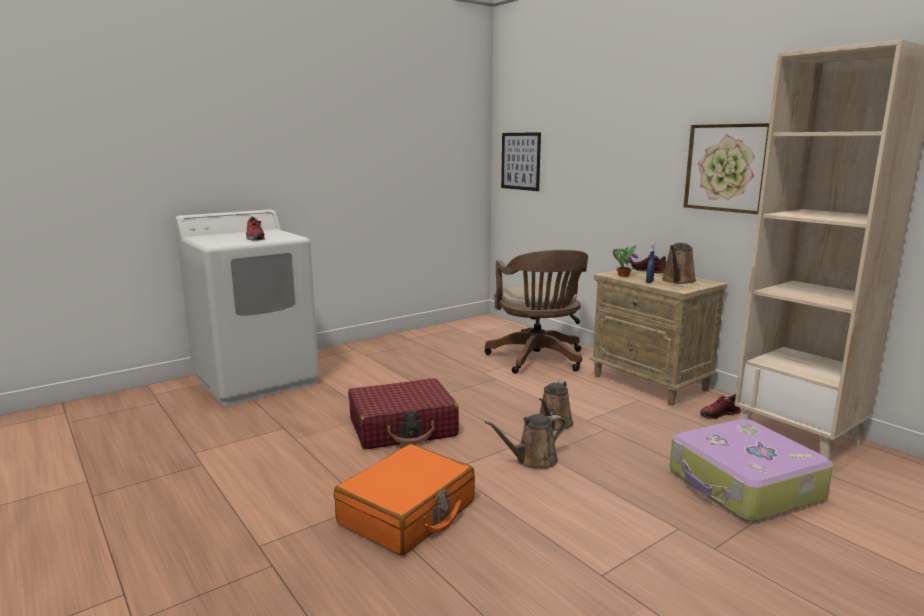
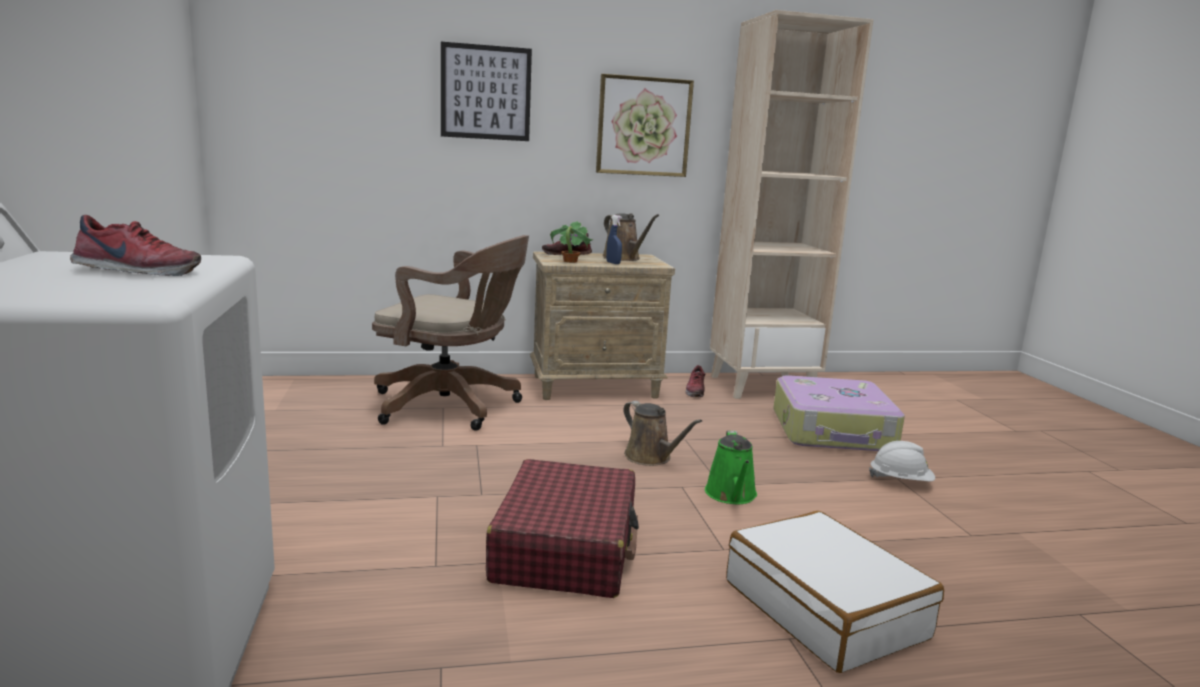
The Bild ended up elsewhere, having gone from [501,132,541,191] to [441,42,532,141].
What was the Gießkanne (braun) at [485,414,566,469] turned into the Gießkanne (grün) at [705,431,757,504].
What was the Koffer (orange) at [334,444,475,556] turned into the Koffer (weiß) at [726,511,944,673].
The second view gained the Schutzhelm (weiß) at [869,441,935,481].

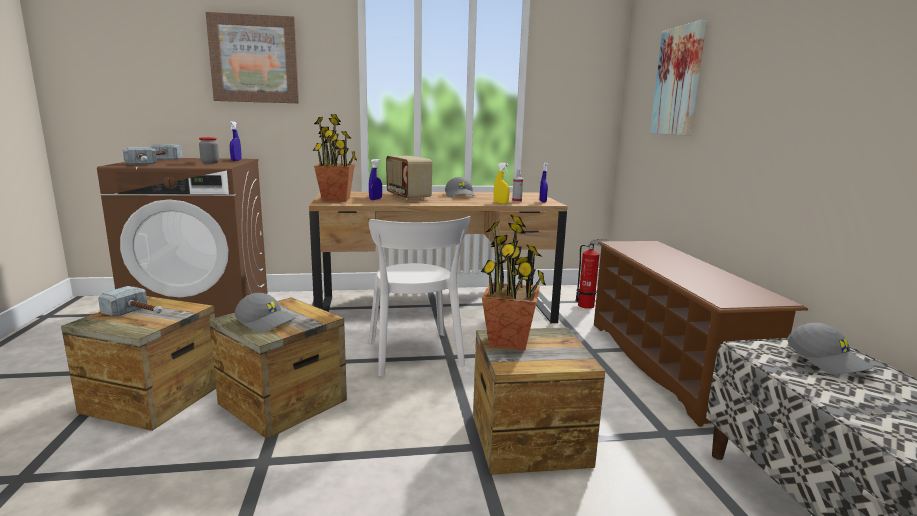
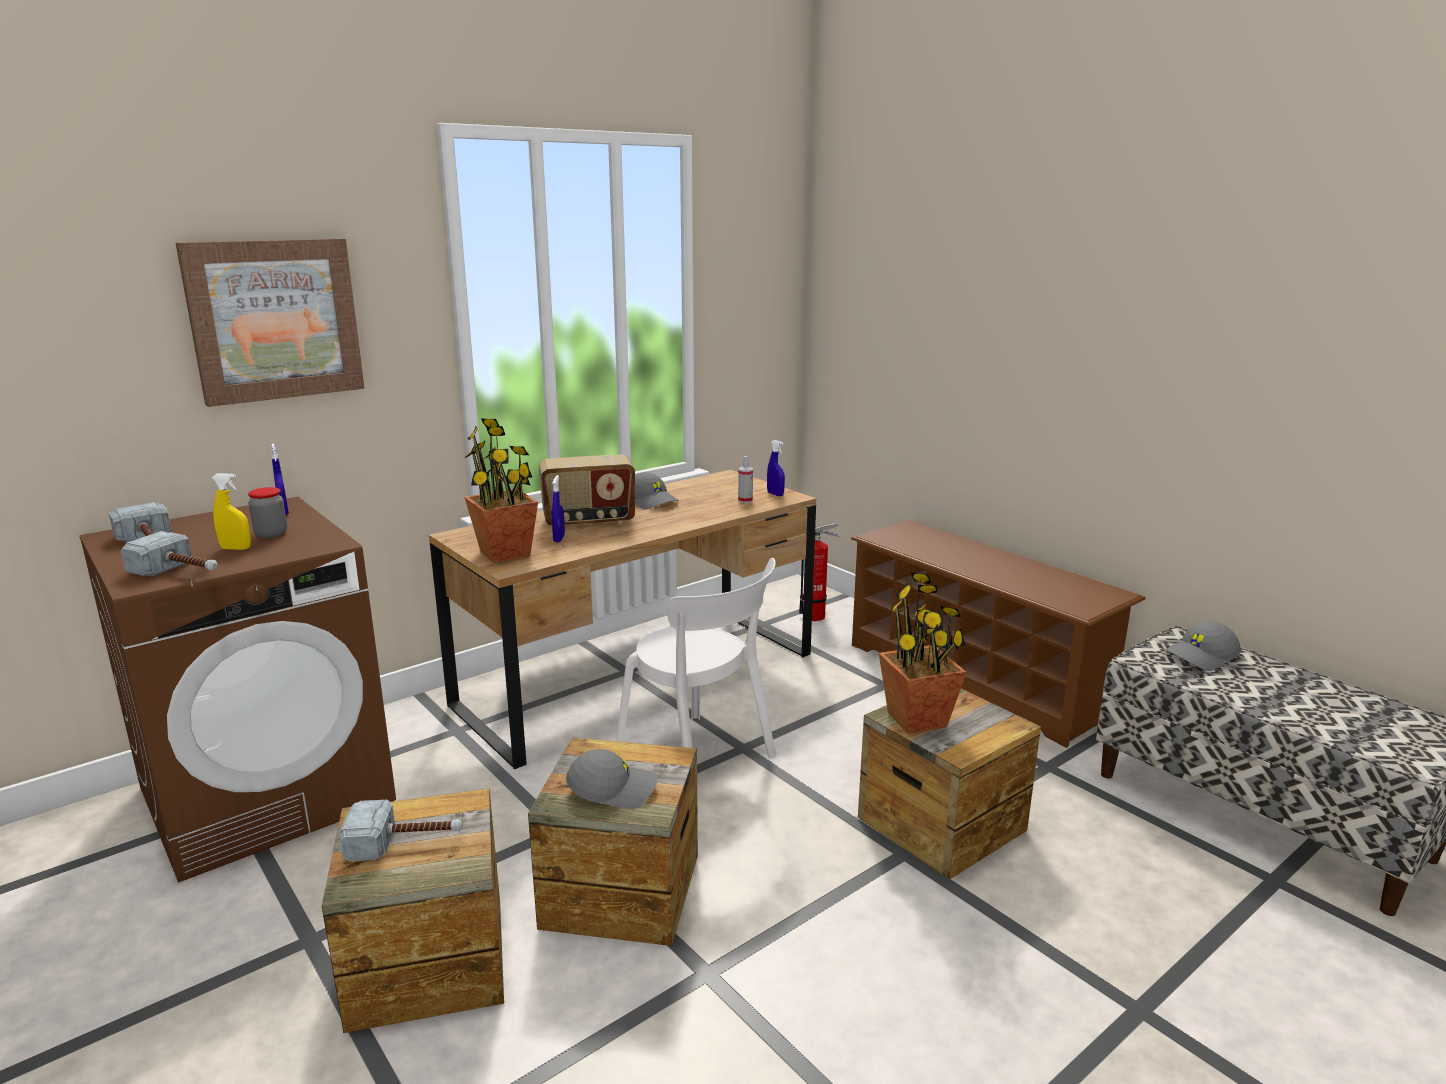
The Sprühflasche (gelb) ended up elsewhere, having gone from [494,163,510,204] to [212,473,251,550].
The Radio at [386,156,432,200] ended up facing another way, 45 degrees counterclockwise from before.
The Kappe (grau) at [787,323,874,375] ended up facing another way, 120 degrees clockwise from before.
The second view lost the Bild at [650,20,707,136].

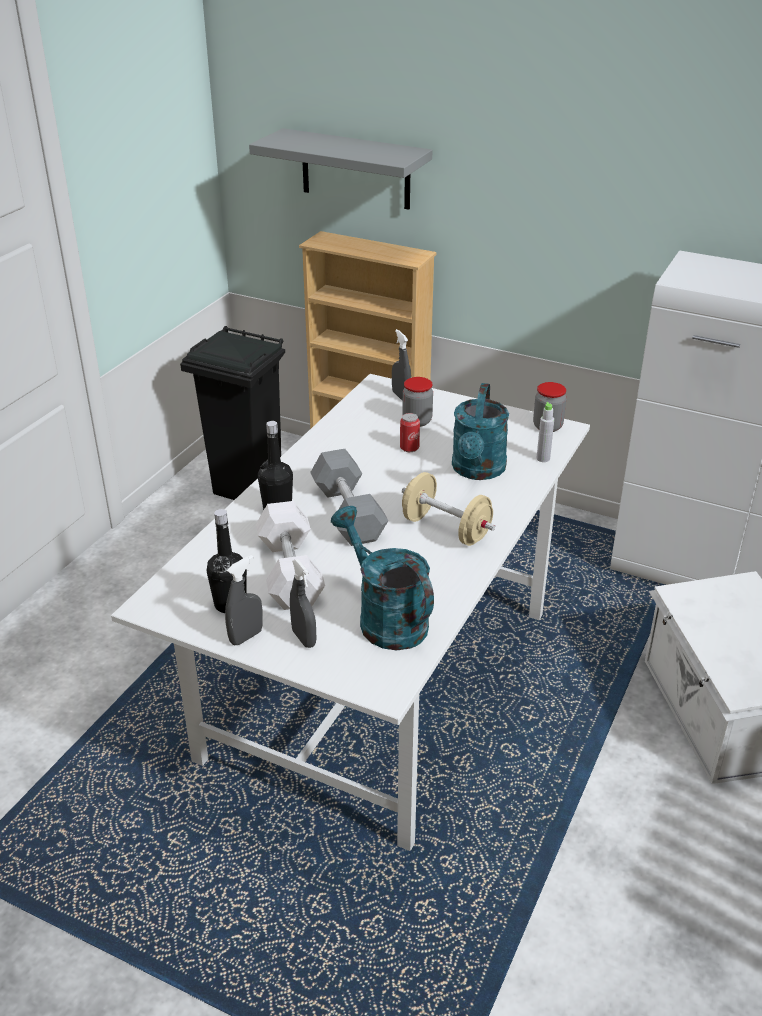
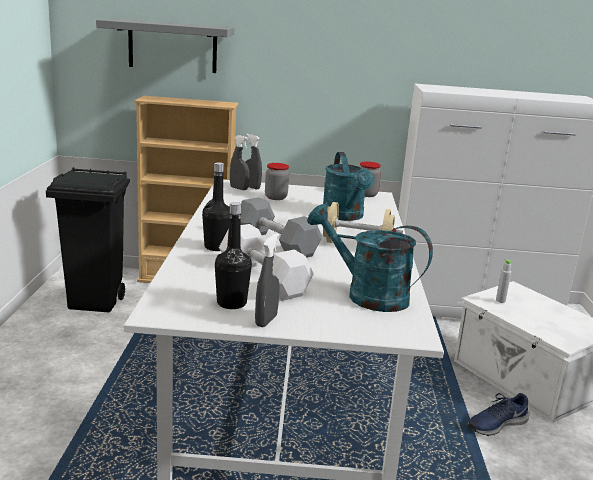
The Sprühflasche (grau) ended up elsewhere, having gone from [290,559,316,648] to [230,135,249,190].
The second view gained the Schuh (blau) at [468,393,530,436].
The Flasche (grau) ended up elsewhere, having gone from [537,402,554,462] to [496,259,511,303].
The second view lost the Dose at [400,413,420,452].

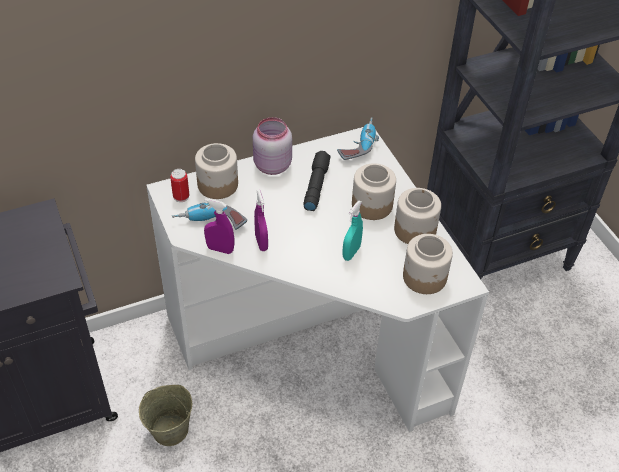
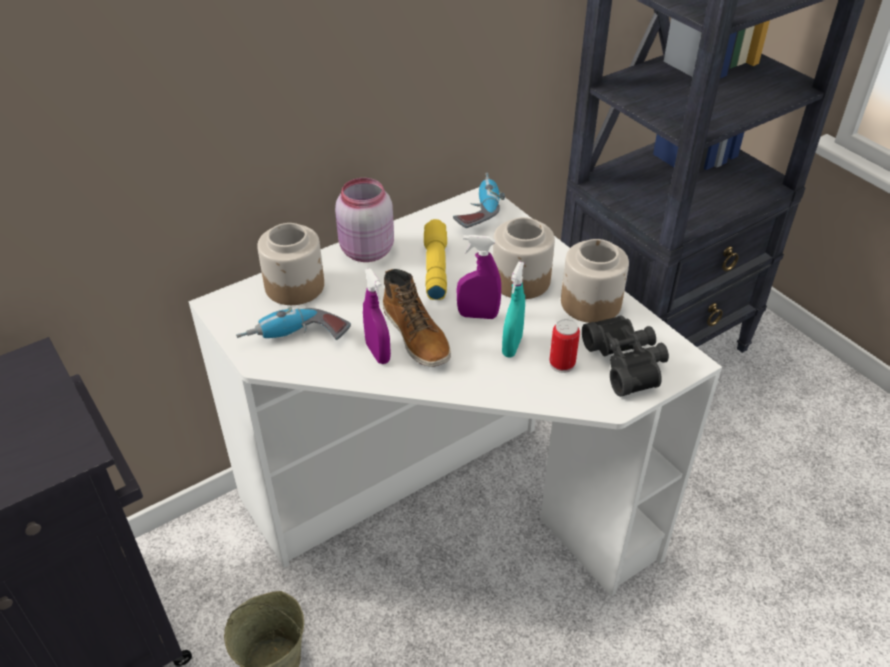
The second view gained the Stiefel at [383,269,451,366].
What was the Taschenlampe (schwarz) at [303,151,331,211] turned into the Taschenlampe (gelb) at [424,219,447,300].
The Sprühflasche (lila) ended up elsewhere, having gone from [204,198,234,254] to [457,235,501,319].
The Dose ended up elsewhere, having gone from [170,169,189,202] to [549,319,580,373].
Where the Vorratsglas stood at [403,234,453,294], the Fernglas (schwarz) came to stand at [582,315,669,397].

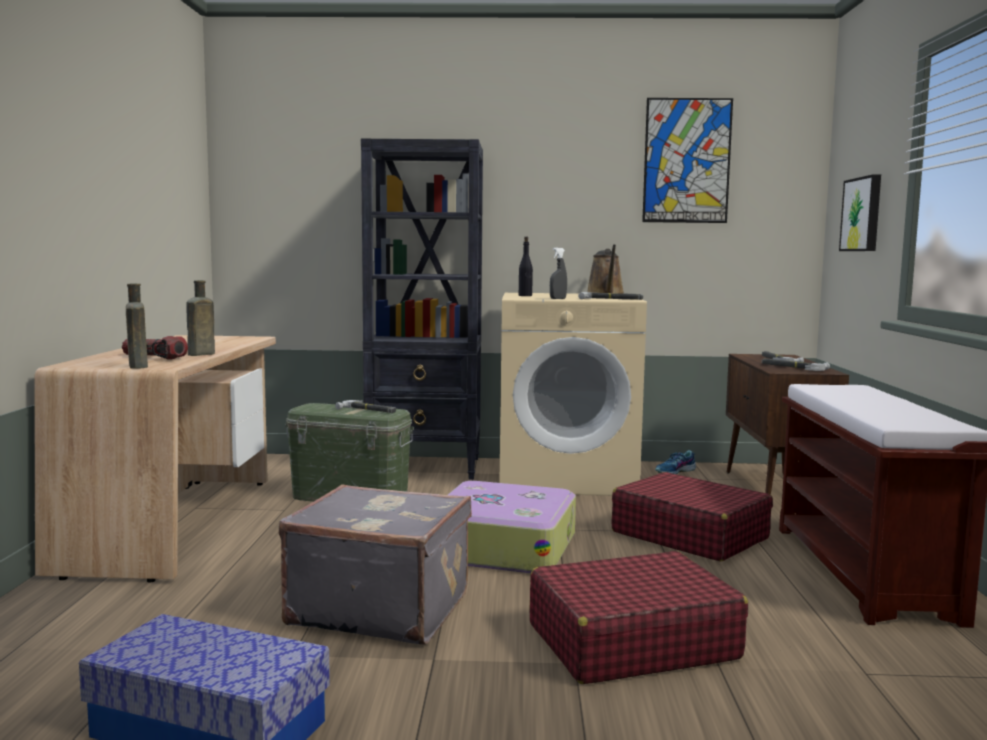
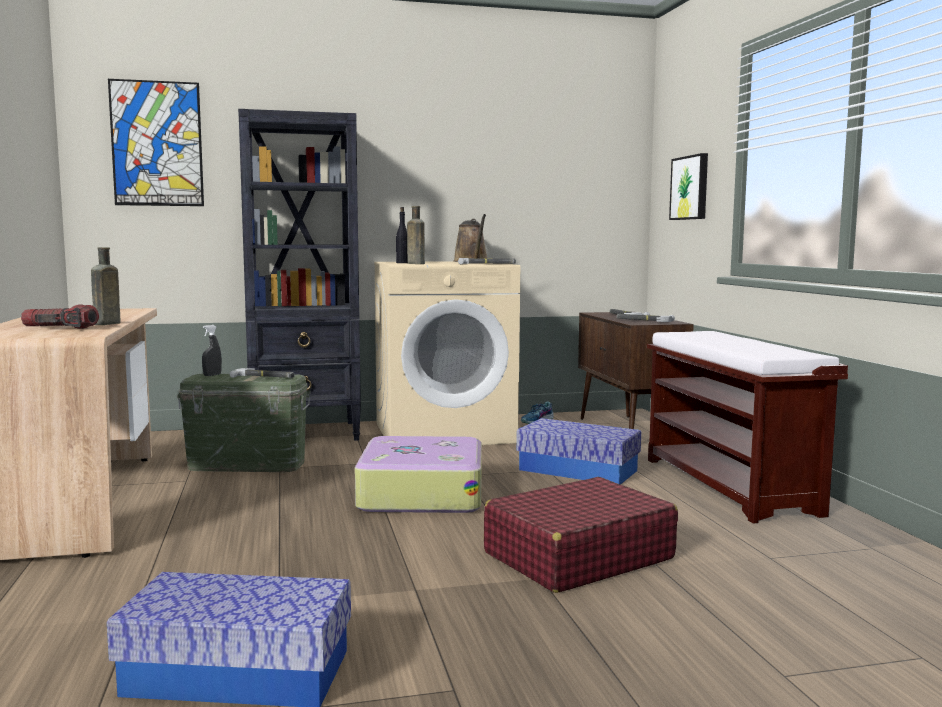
The Bild ended up elsewhere, having gone from [642,98,733,223] to [108,79,204,206].
The Sprühflasche (grau) ended up elsewhere, having gone from [550,248,567,299] to [202,325,222,376].
The Flasche (braun) ended up elsewhere, having gone from [126,283,148,369] to [407,206,425,264].
Where the Koffer (rot) stood at [612,472,773,561], the Aufbewahrungsbox came to stand at [517,418,641,485].
The second view lost the Koffer (grau) at [279,484,472,644].

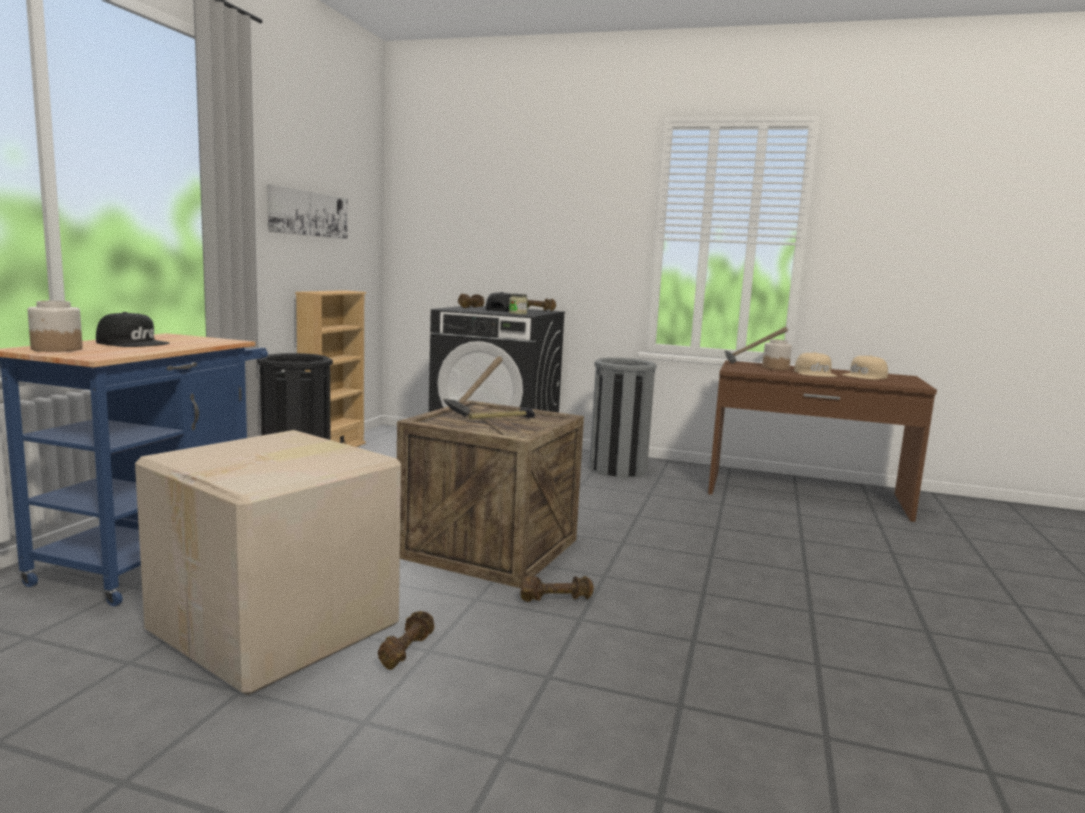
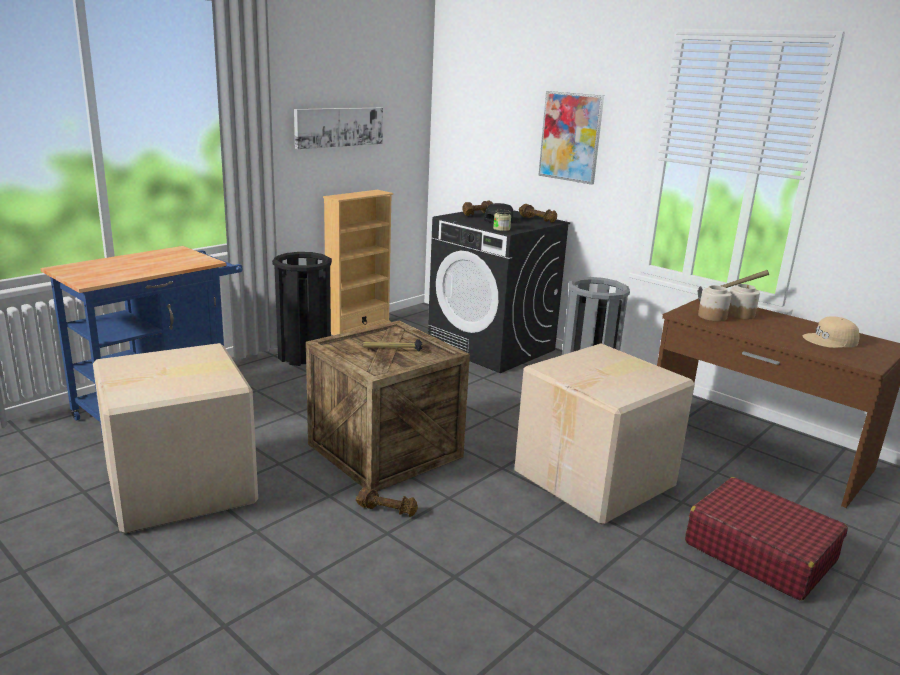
The second view gained the Karton at [515,344,695,525].
The second view gained the Bild at [538,91,604,185].
The second view gained the Koffer (rot) at [685,477,848,601].
The Vorratsglas ended up elsewhere, having gone from [28,301,83,352] to [698,285,732,322].
The second view lost the Kappe (schwarz) at [96,312,169,347].
The second view lost the Hantel (braun) at [378,611,435,670].
The second view lost the Hammer at [443,356,503,417].
The second view lost the Kappe (beige) at [794,352,837,377].

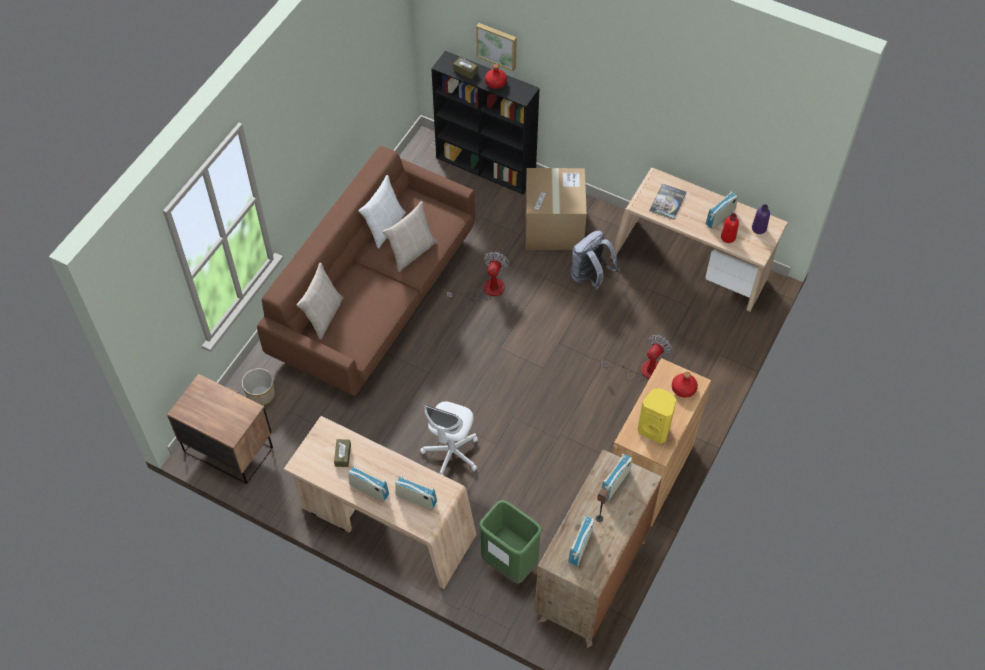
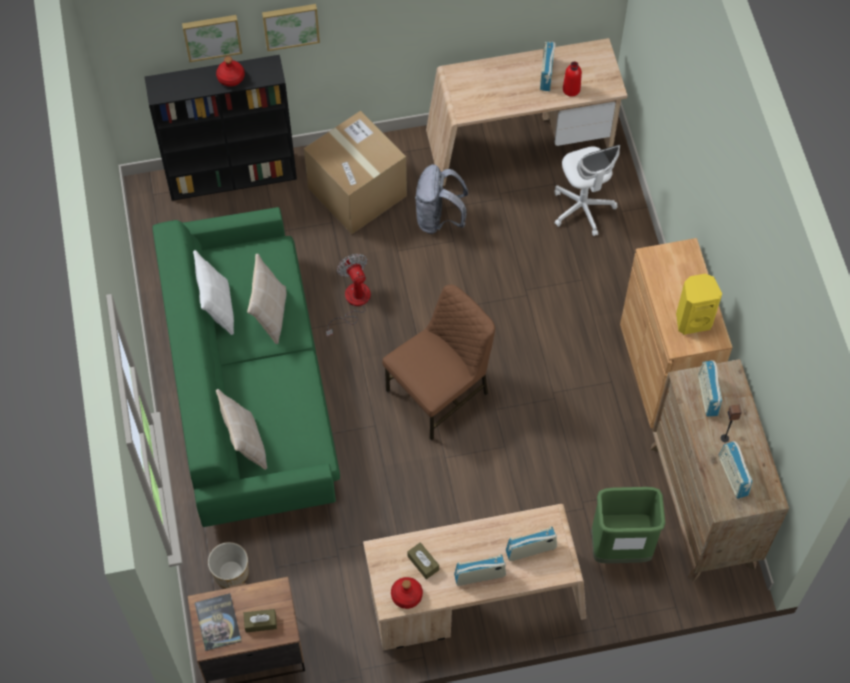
What was the Sofa (braun) at [257,146,475,396] turned into the Sofa (grün) at [153,207,340,527].
The Buch ended up elsewhere, having gone from [649,184,687,220] to [195,593,242,651].
The Taschentuchbox (braun) ended up elsewhere, having gone from [453,57,478,79] to [244,609,277,632].
The second view gained the Bild at [262,4,320,51].
The second view gained the Stuhl (braun) at [382,285,495,440].
The Flasche (rot) ended up elsewhere, having gone from [672,372,698,398] to [391,577,423,609].
The Bürostuhl (weiß) ended up elsewhere, having gone from [420,401,478,476] to [554,145,620,236].
The second view lost the Ventilator at [600,335,672,382].
The second view lost the Flasche (lila) at [752,204,770,234].

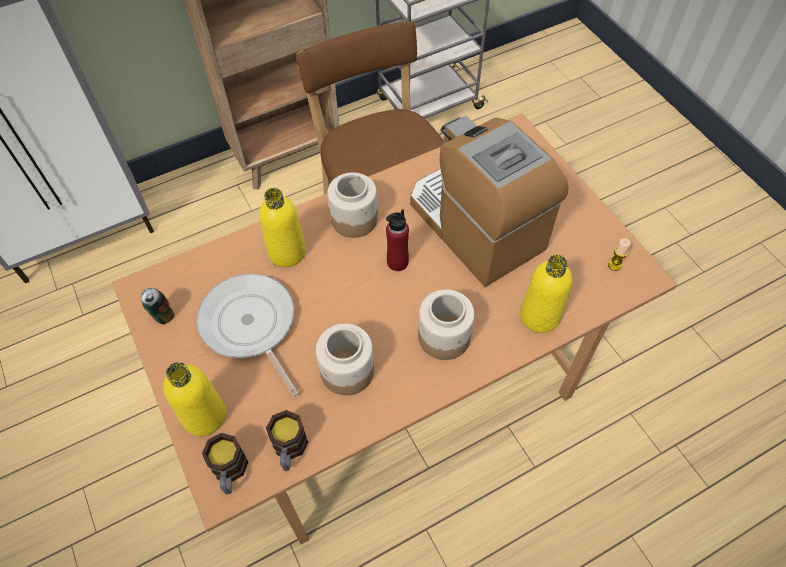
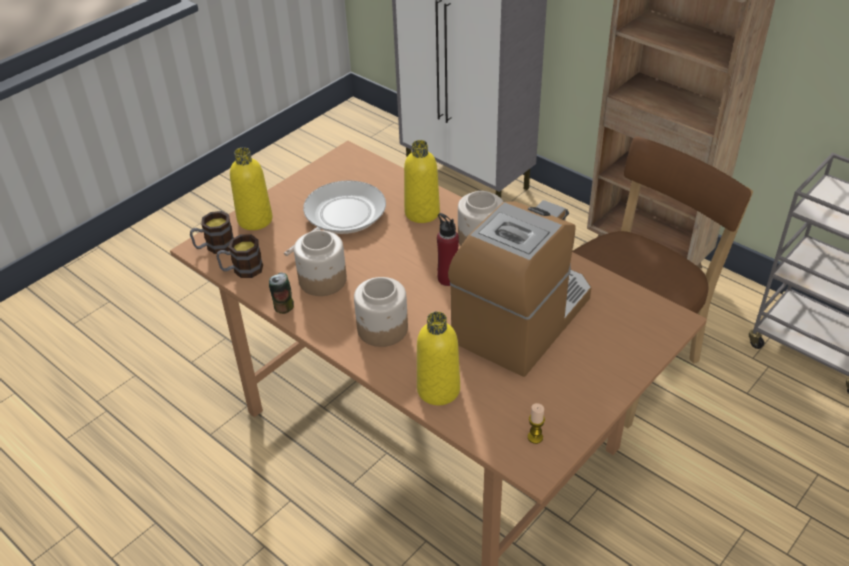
The Dose ended up elsewhere, having gone from [141,288,174,324] to [269,273,294,314].

